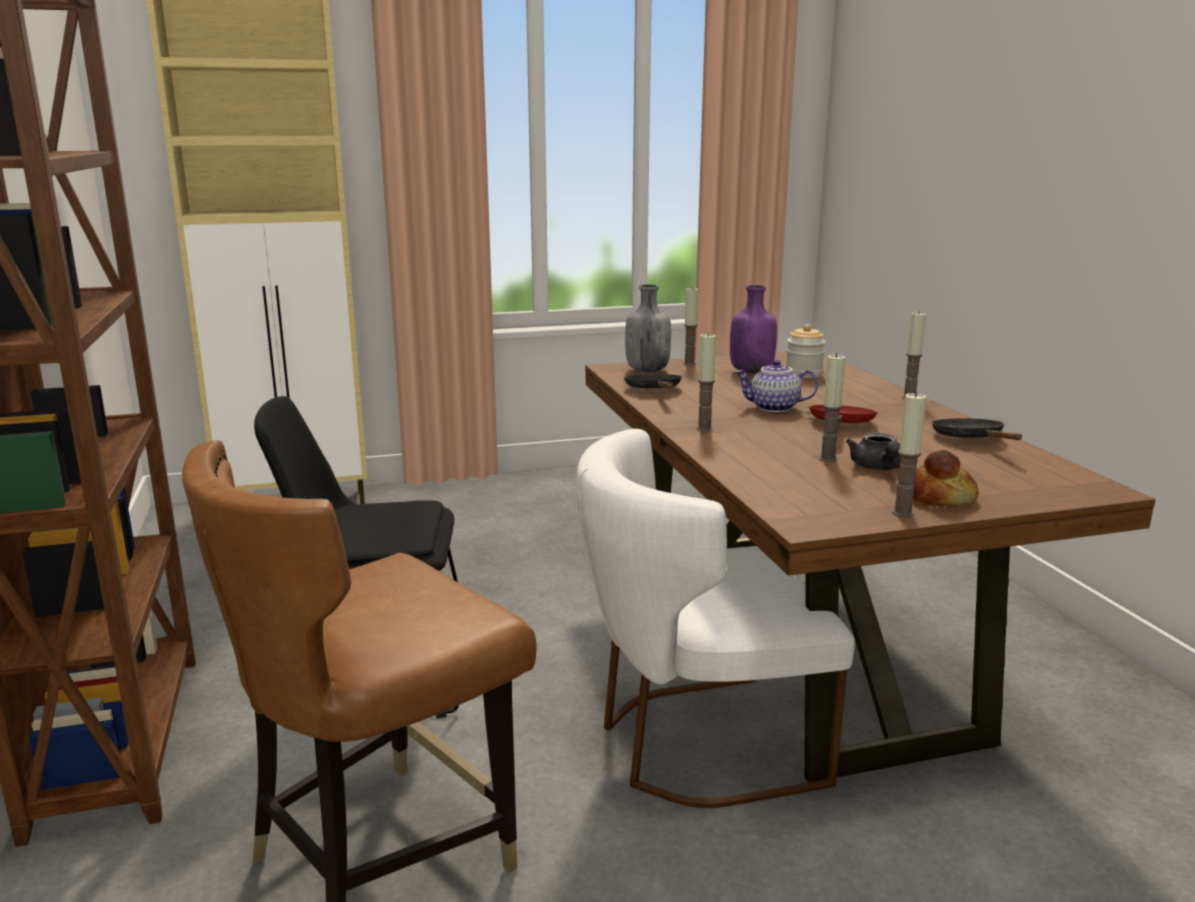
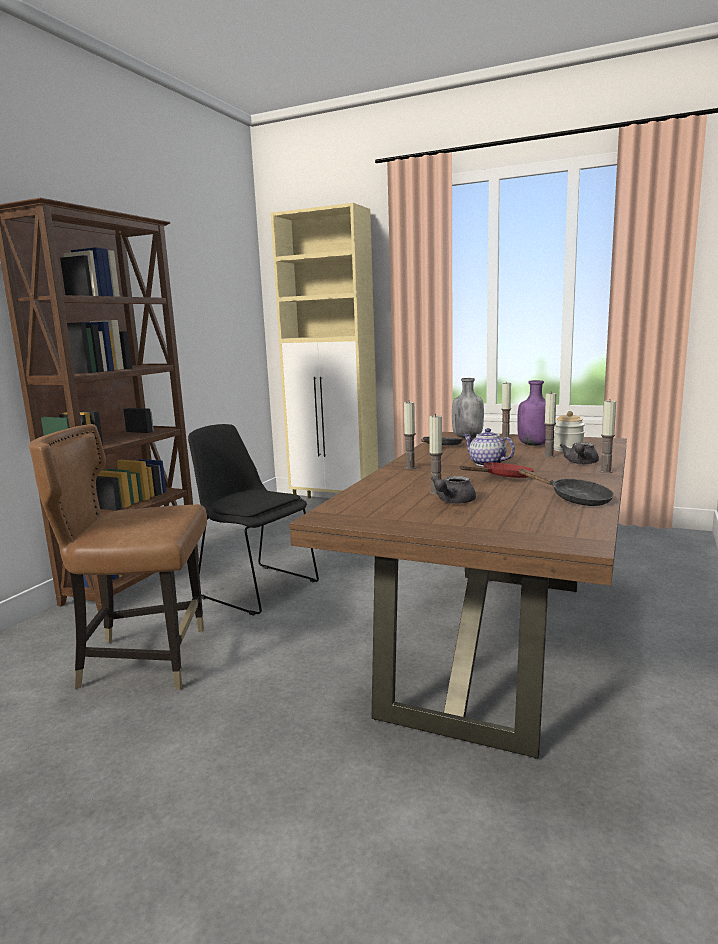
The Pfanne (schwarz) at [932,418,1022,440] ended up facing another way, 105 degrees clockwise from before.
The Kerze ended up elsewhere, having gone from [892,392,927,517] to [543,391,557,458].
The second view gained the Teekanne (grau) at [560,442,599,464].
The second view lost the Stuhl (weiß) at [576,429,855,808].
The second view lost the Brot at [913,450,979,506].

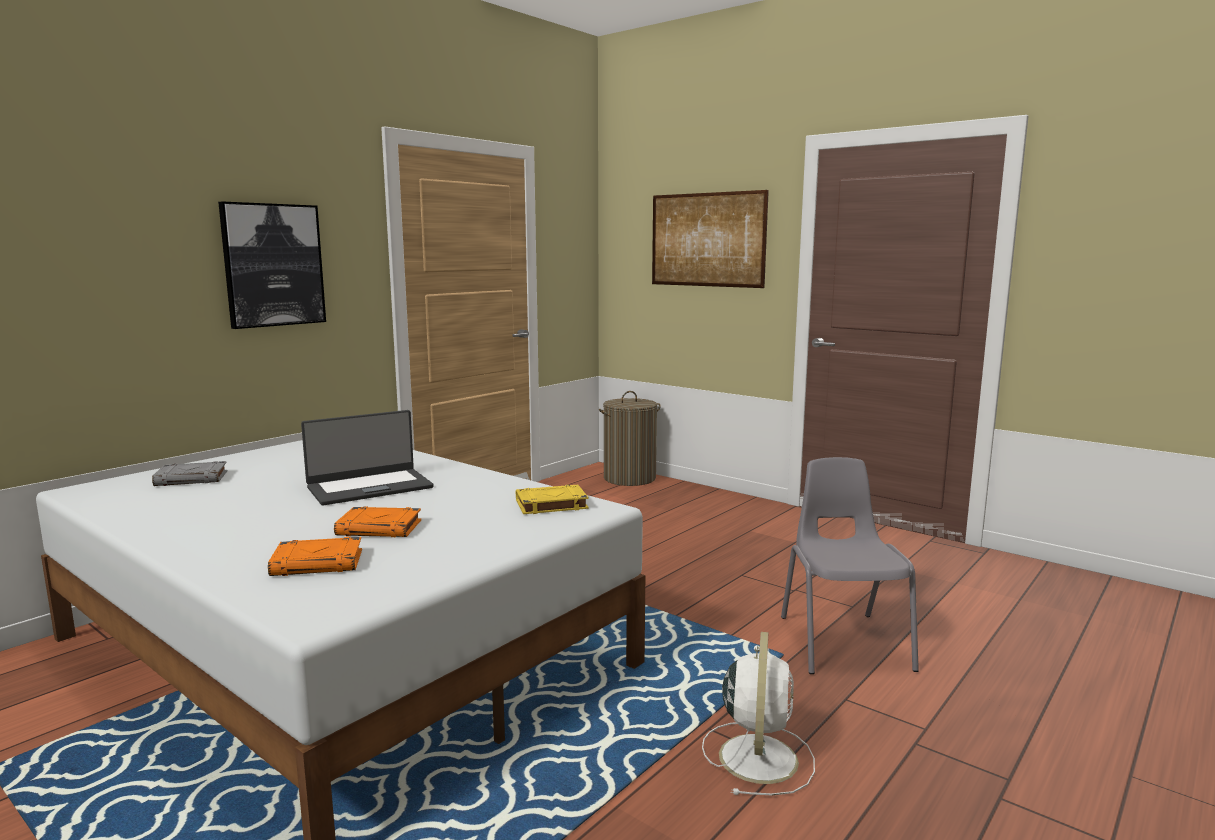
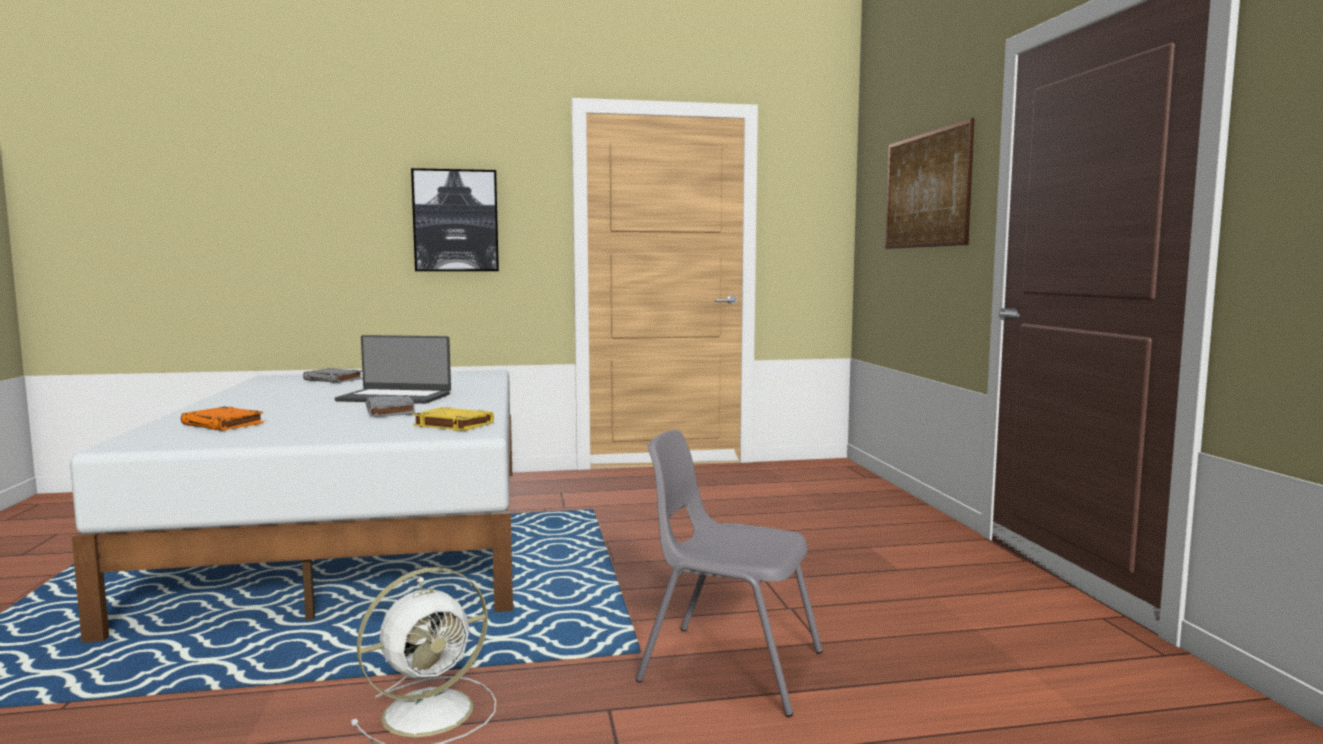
The second view gained the Buch (grau) at [366,395,415,417].
The Stuhl (grau) at [781,457,919,674] ended up facing another way, 105 degrees counterclockwise from before.
The second view lost the Buch (orange) at [334,506,421,537].
The second view lost the Wäschekorb at [599,391,661,486].

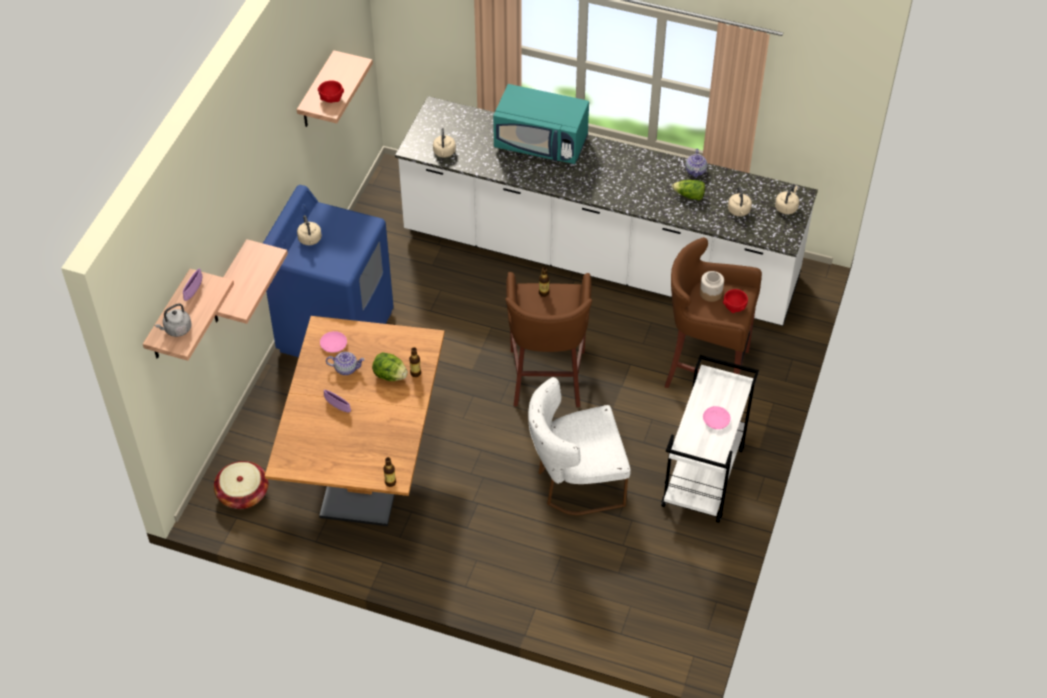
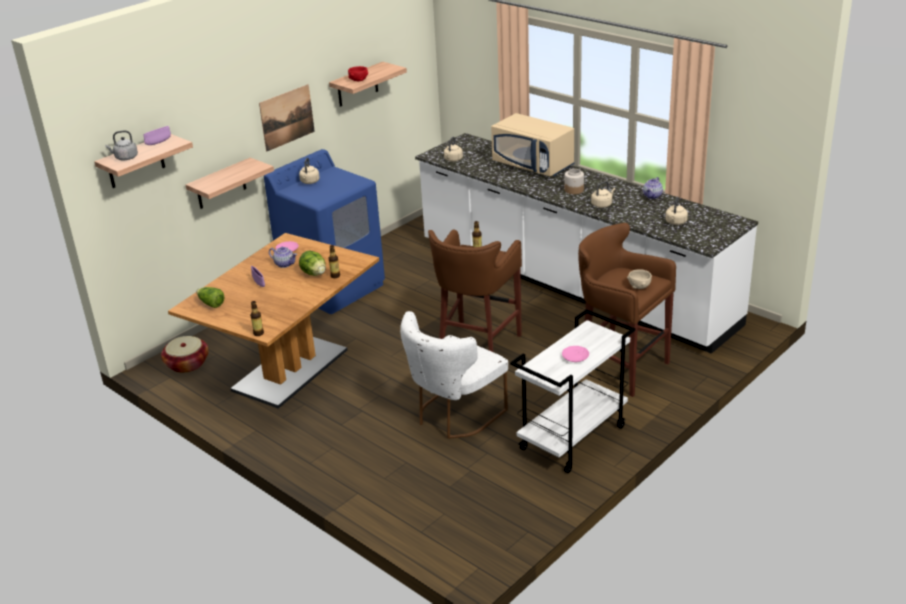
The Salatkopf ended up elsewhere, having gone from [672,180,705,200] to [196,287,225,308].
The second view gained the Bild at [259,84,315,151].
The Stuhl (weiß) at [528,377,631,515] ended up facing another way, 60 degrees counterclockwise from before.
What was the Mikrowelle (türkis) at [493,84,589,164] turned into the Mikrowelle (beige) at [491,113,574,176].
The Vorratsglas ended up elsewhere, having gone from [700,271,724,302] to [565,169,584,194].
The Wasserkessel (beige) ended up elsewhere, having gone from [775,185,799,214] to [591,181,615,208].
What was the Schüssel (rot) at [723,289,748,313] turned into the Schüssel (beige) at [627,269,652,289].

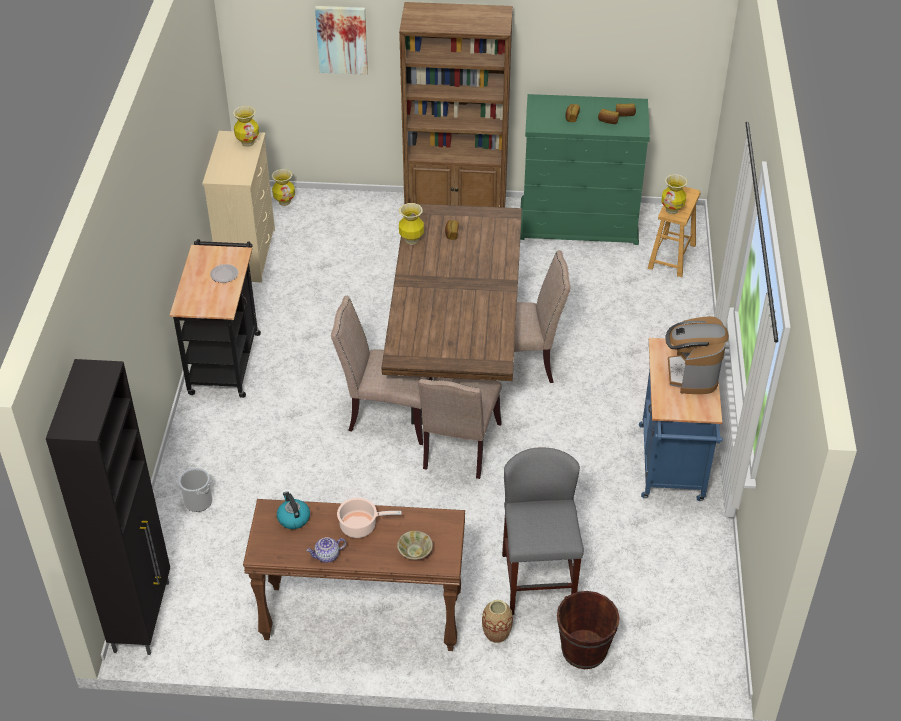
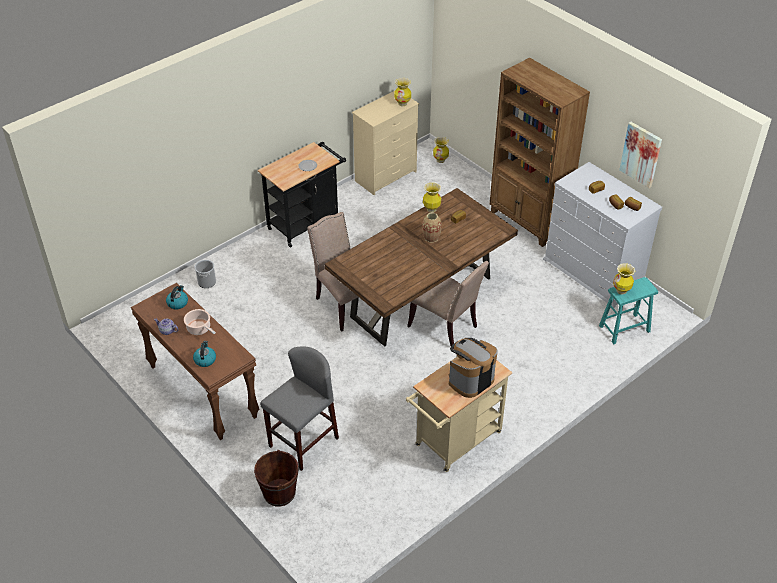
Where the Schüssel (beige) stood at [397,531,433,560], the Wasserkessel came to stand at [193,341,216,367].
What was the Rollwagen (blau) at [639,338,723,501] turned into the Rollwagen (beige) at [406,356,512,472].
The Vase ended up elsewhere, having gone from [482,600,513,643] to [422,212,442,242].
What was the Kommode (grün) at [520,94,650,245] turned into the Kommode (weiß) at [543,162,662,308].
What was the Hocker (braun) at [648,187,701,277] turned into the Hocker (türkis) at [599,277,658,344].
The Bild ended up elsewhere, having gone from [315,6,368,75] to [619,122,662,188].
The second view lost the Schrank (schwarz) at [46,359,170,655].
The second view lost the Stuhl (beige) at [418,377,502,479].

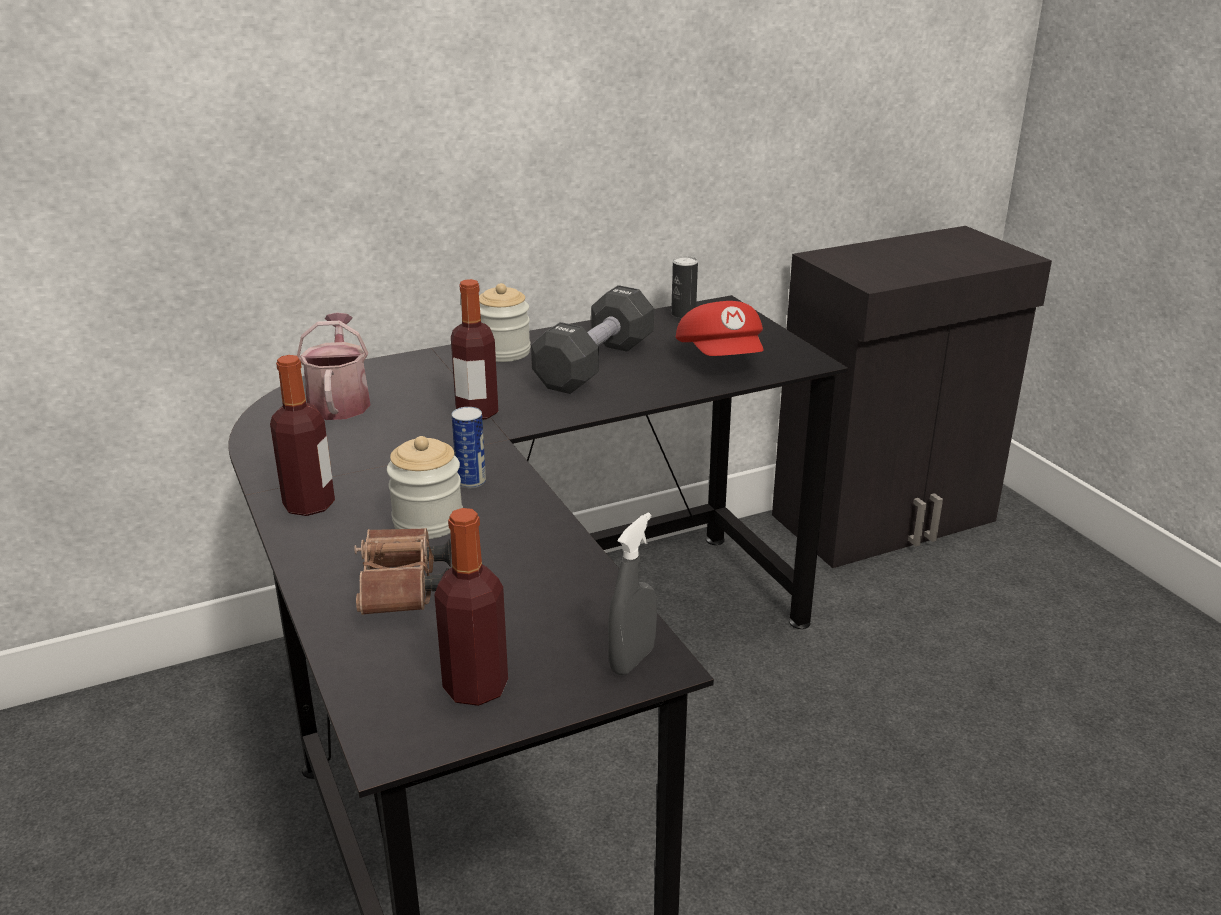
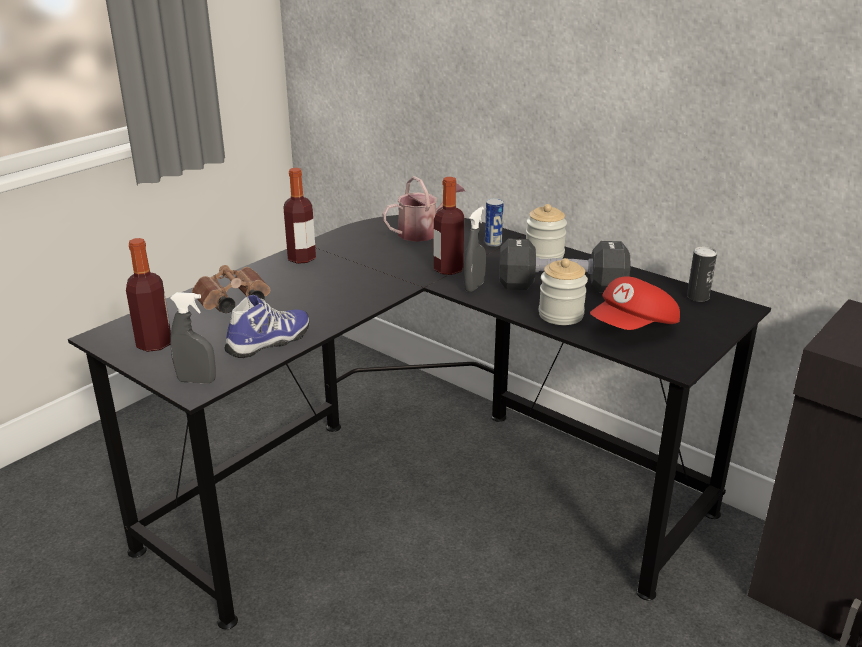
The second view gained the Schuh at [225,295,310,358].
The second view gained the Sprühflasche (grau) at [464,207,486,292].
The Dose ended up elsewhere, having gone from [452,407,486,489] to [485,198,504,247].
The Vorratsglas ended up elsewhere, having gone from [387,436,463,539] to [539,258,588,325].

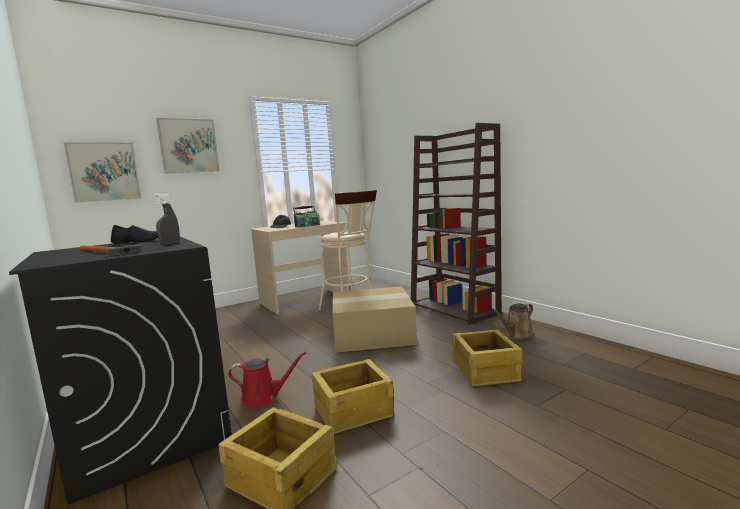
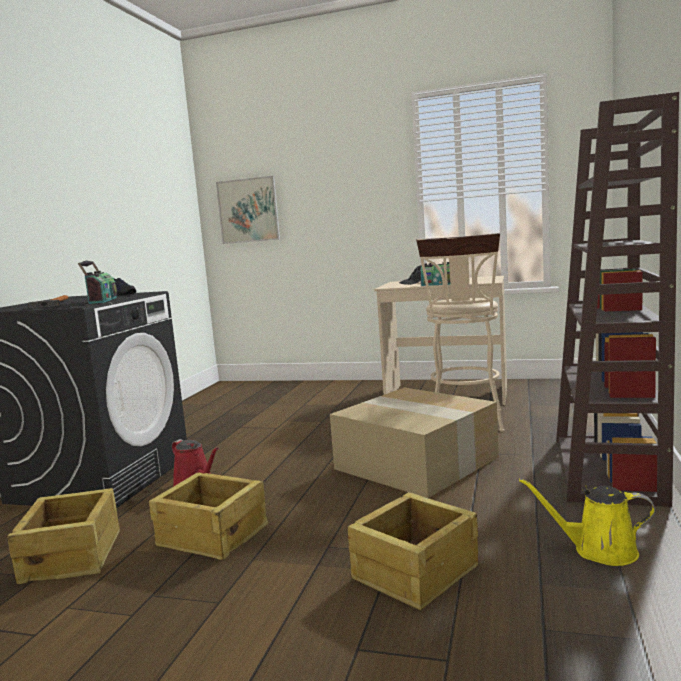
Where the Sprühflasche (grau) stood at [154,193,180,245], the Radio came to stand at [78,261,117,304].
What was the Gießkanne (braun) at [493,303,534,340] turned into the Gießkanne (gelb) at [519,478,655,566].
The second view lost the Bild at [156,118,220,173].

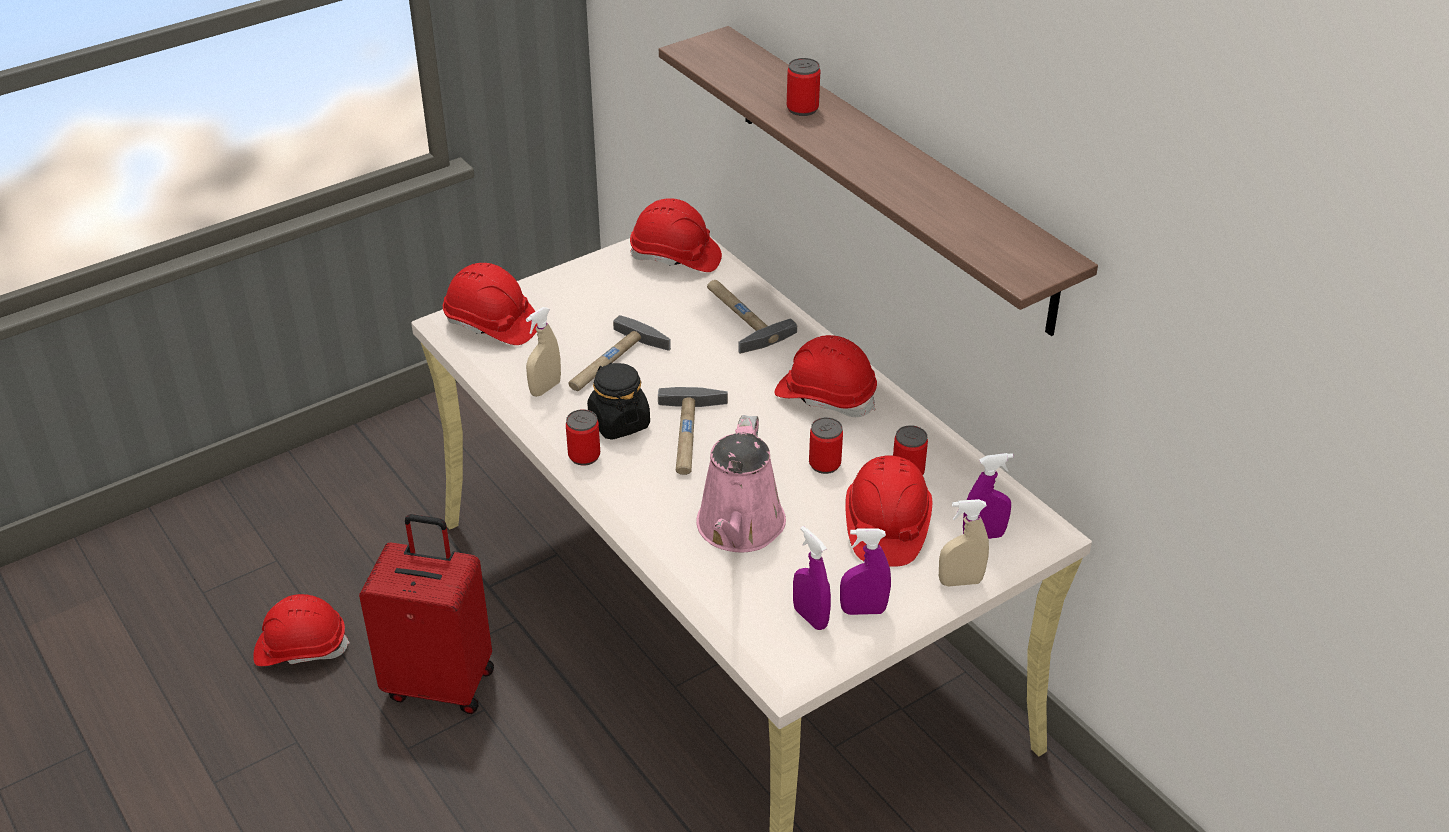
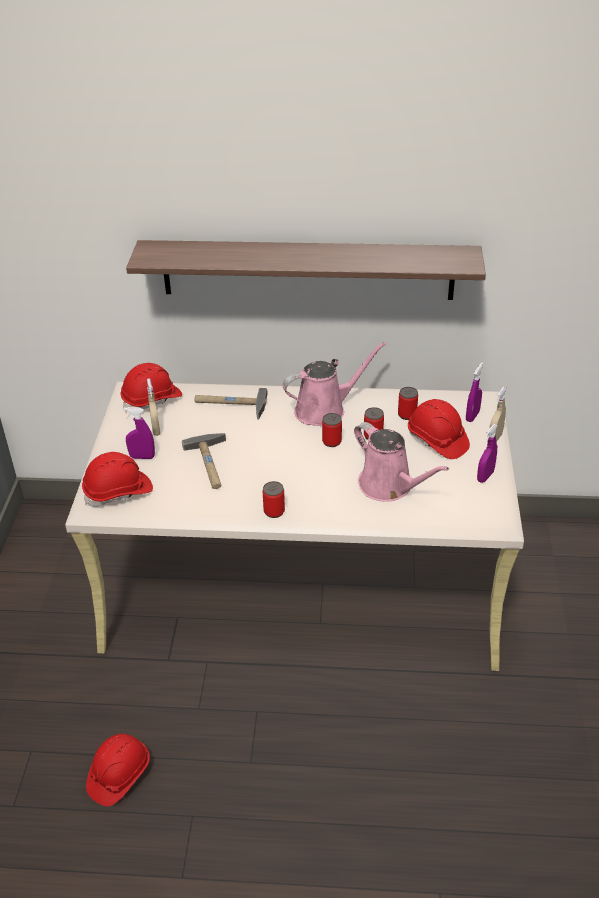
The Sprühflasche (lila) ended up elsewhere, having gone from [793,526,831,630] to [124,407,155,459].
The Sprühflasche (beige) ended up elsewhere, having gone from [526,307,561,397] to [147,378,161,436].
Where the Schutzhelm (rot) stood at [774,335,877,417], the Gießkanne (rosa) came to stand at [283,342,386,426].
The Dose ended up elsewhere, having gone from [787,58,820,116] to [322,413,342,447].
The second view lost the Koffer (rot) at [359,514,494,714].
The second view lost the Vorratsglas (schwarz) at [587,362,650,440].
The second view lost the Hammer at [658,387,728,475].

